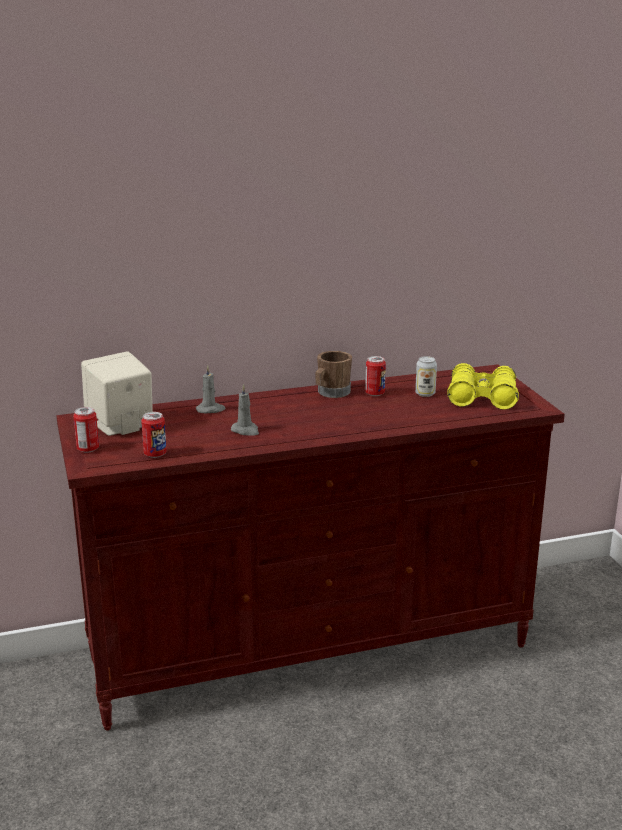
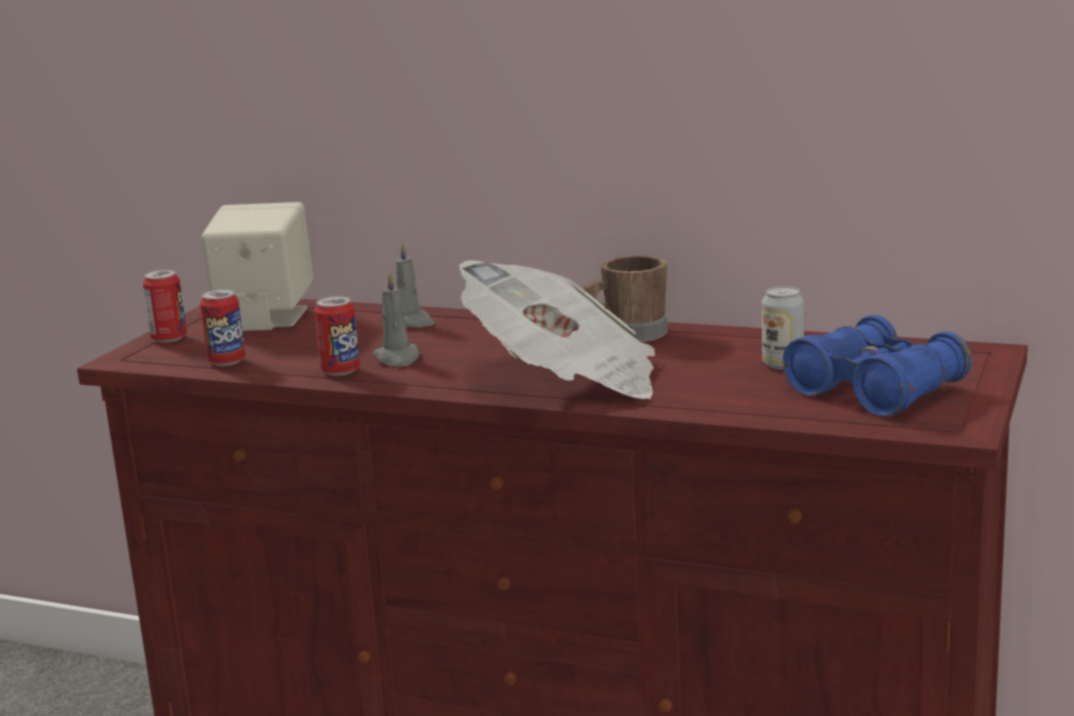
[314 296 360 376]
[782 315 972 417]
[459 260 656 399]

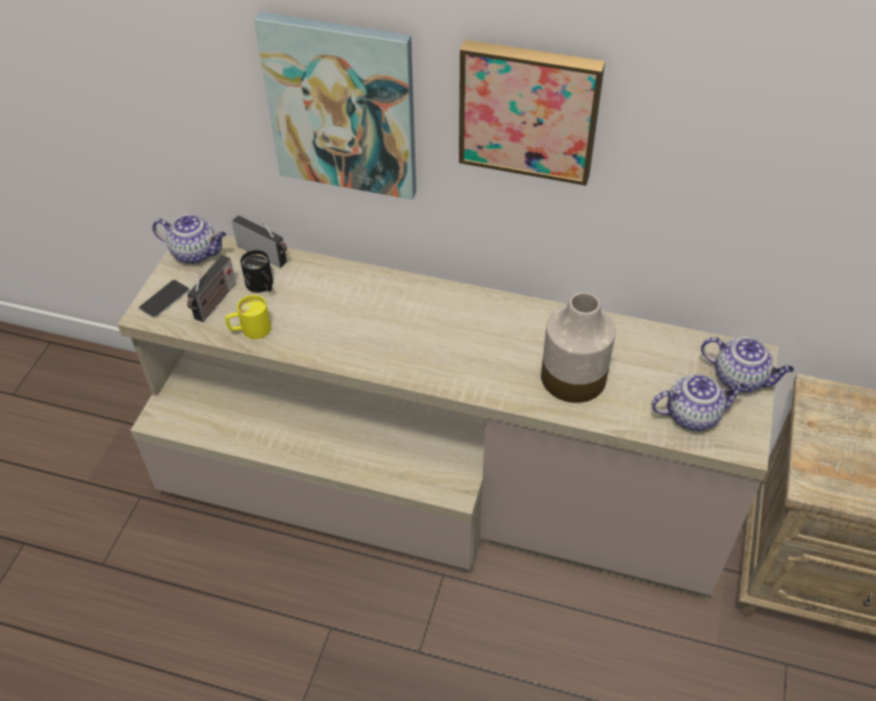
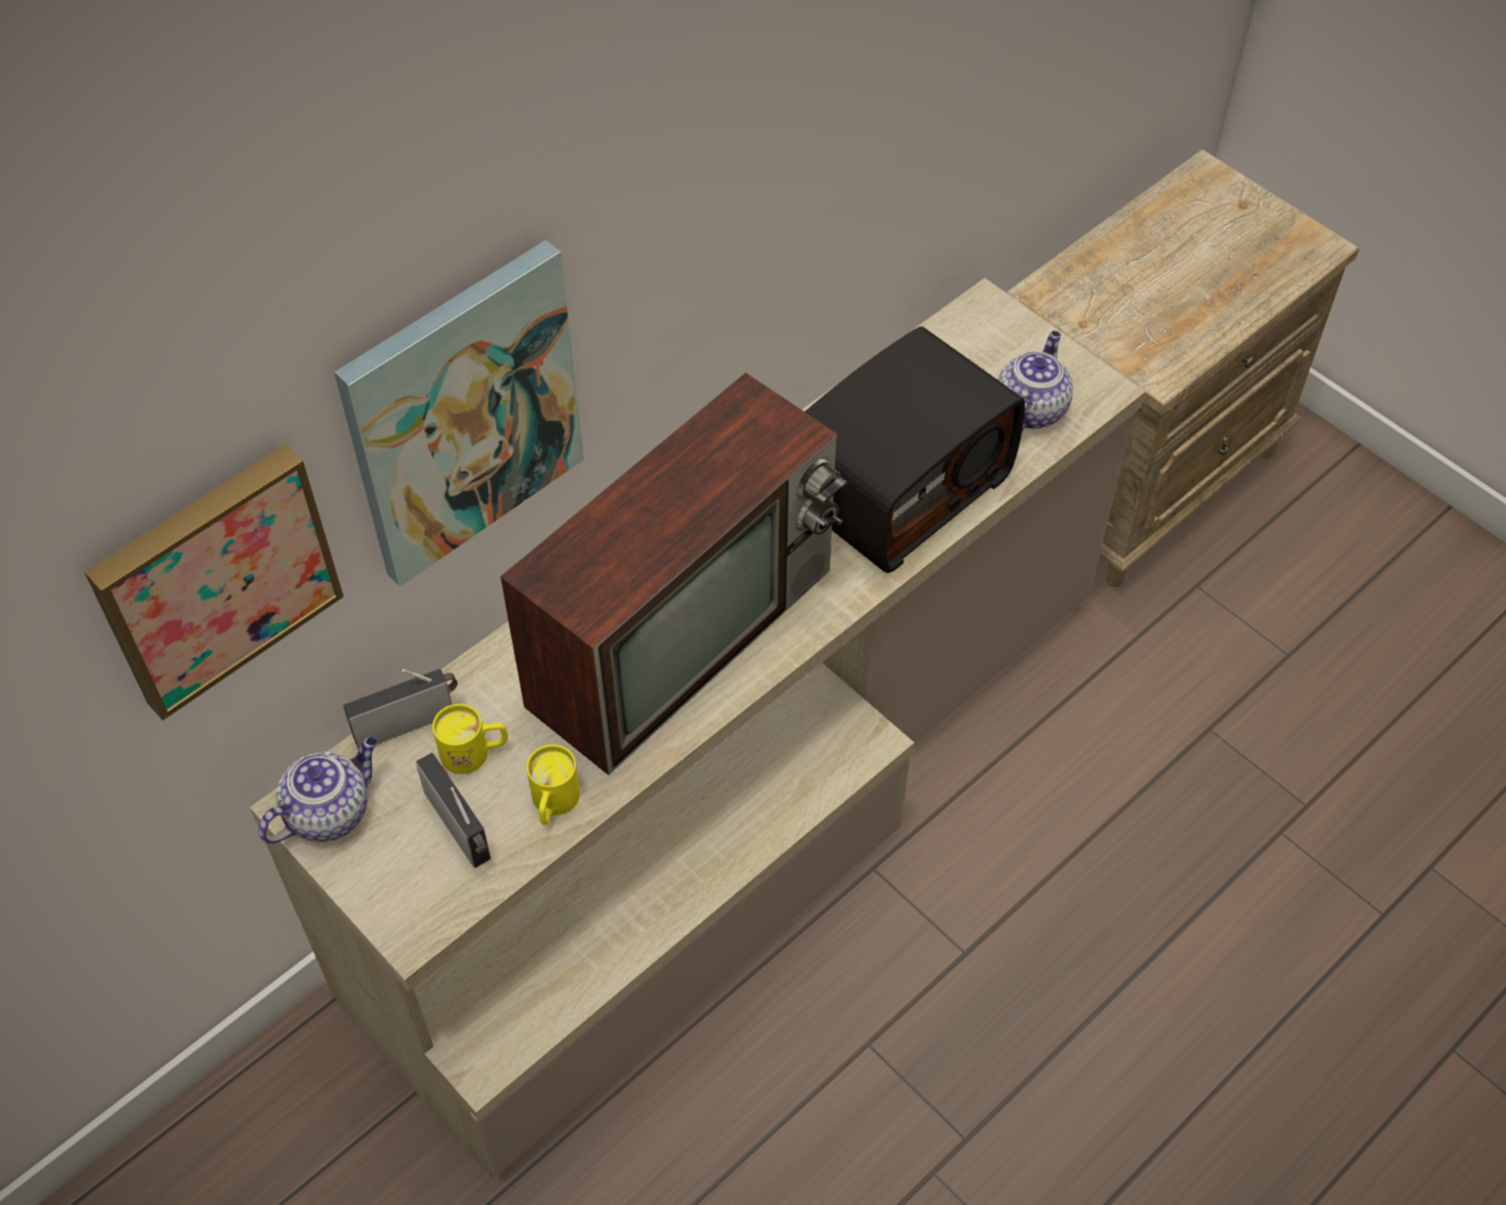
[84 444 344 720]
[432 704 508 774]
[139 280 190 318] (first image)
[805 326 1025 573]
[701 337 794 393] (first image)
[500 373 847 775]

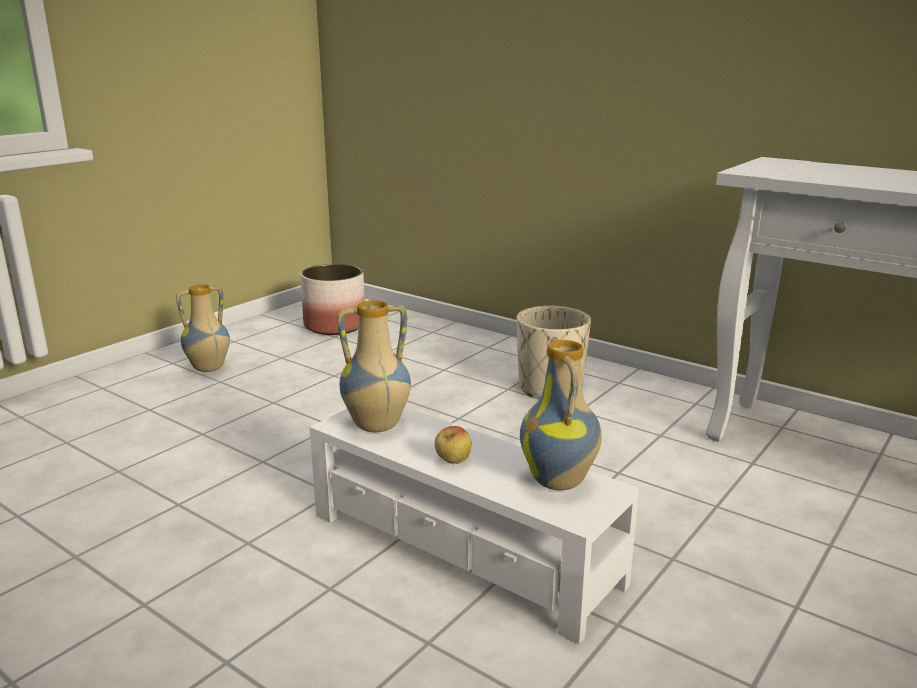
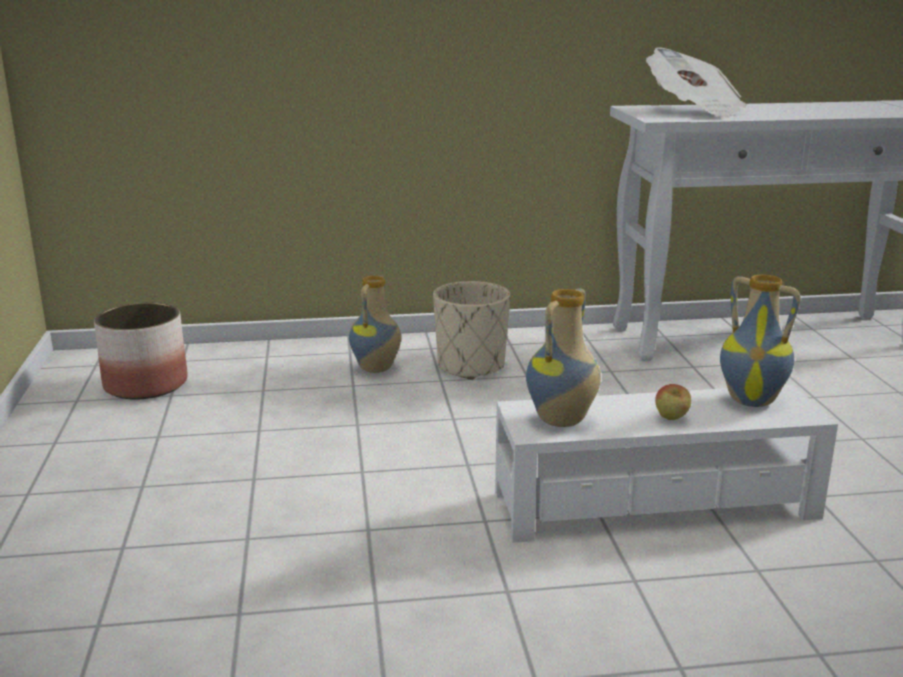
[349 275 401 373]
[646 47 747 118]

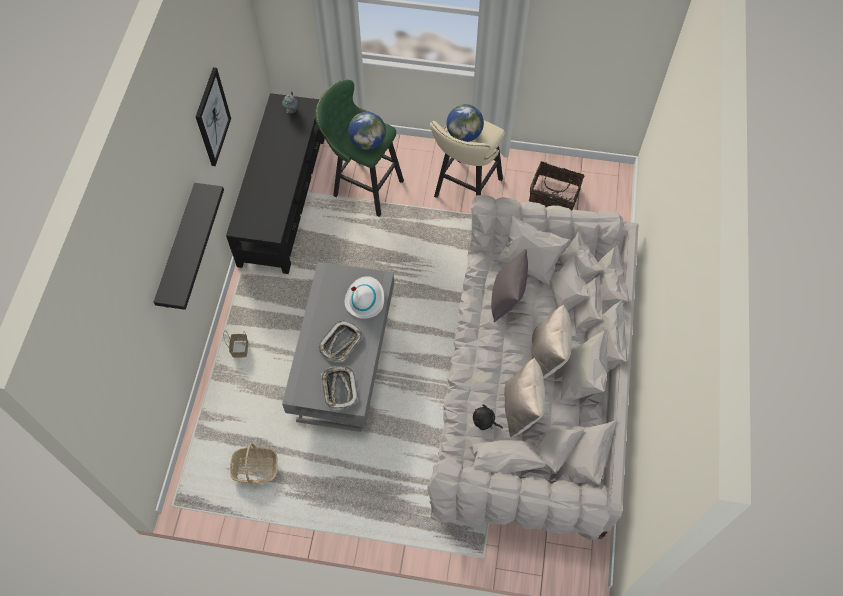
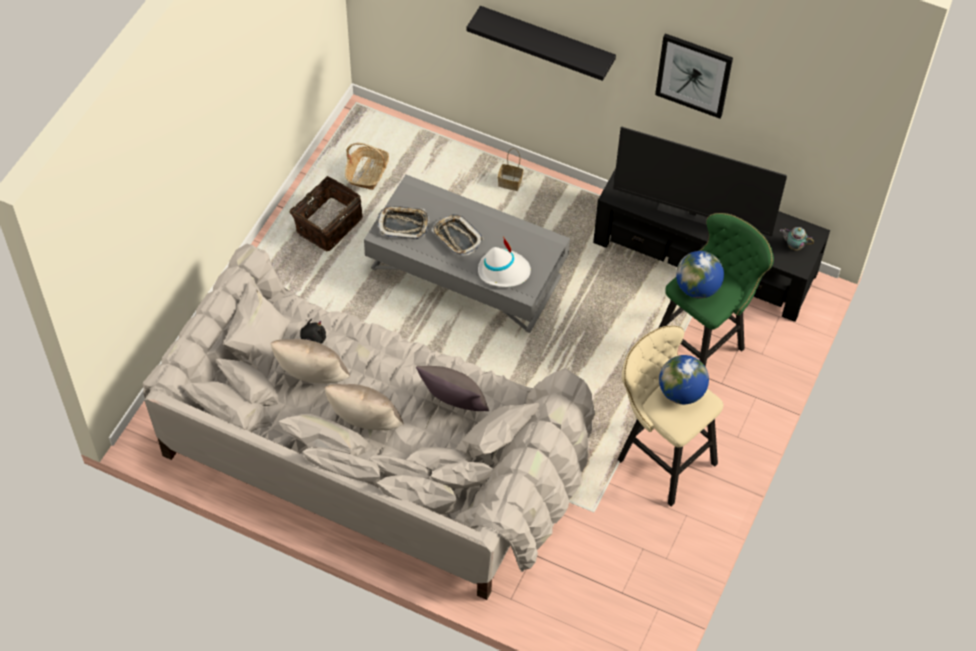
[284 176 363 251]
[613 127 787 236]

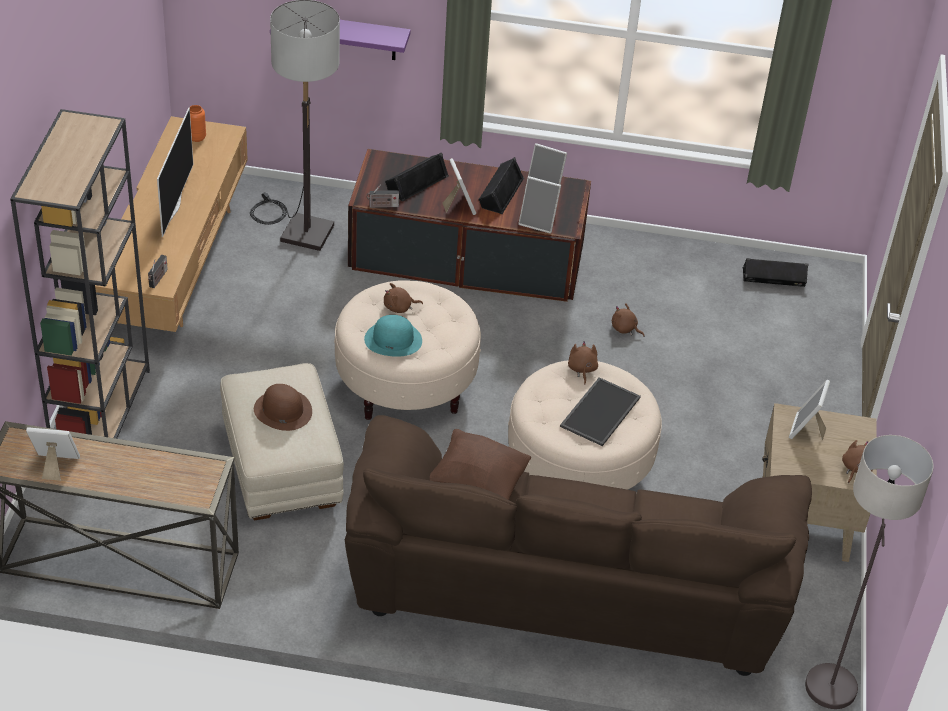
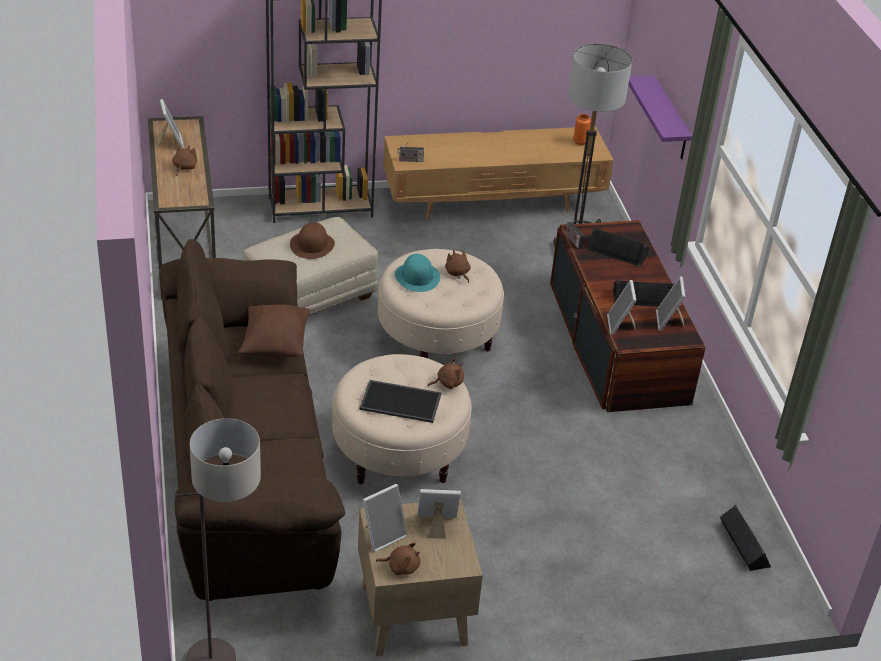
[157 107 193 237] (first image)
[363 484 407 552]
[172 145 197 176]

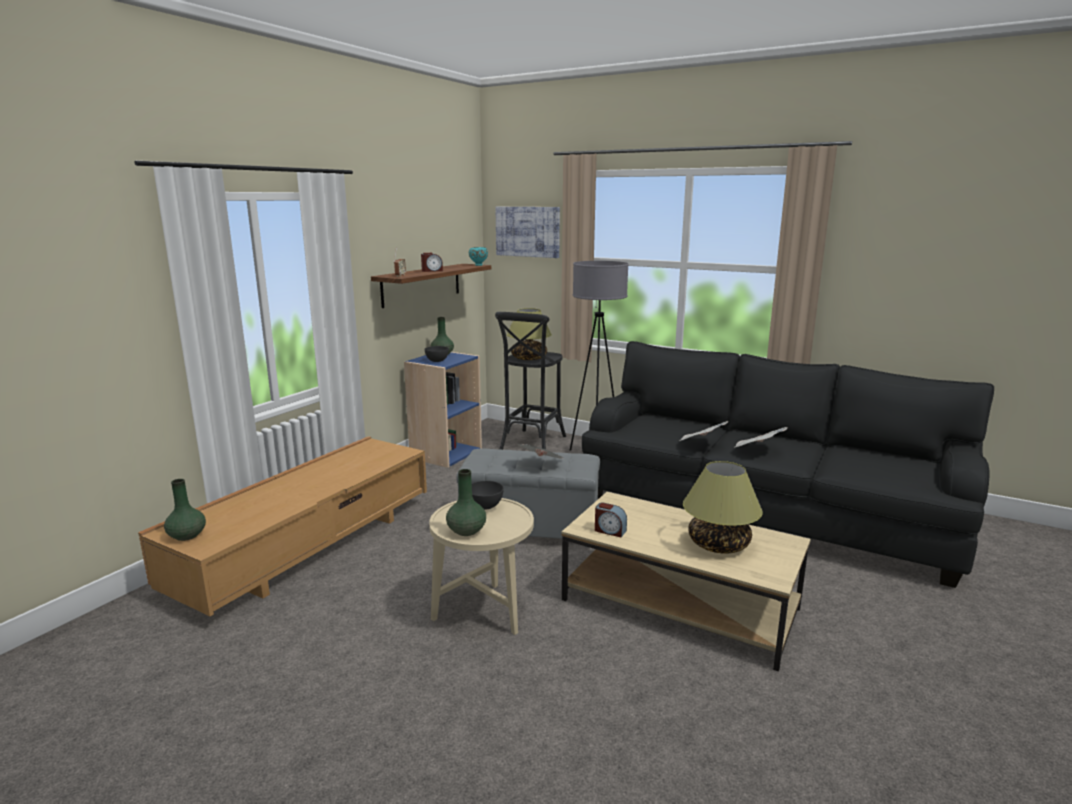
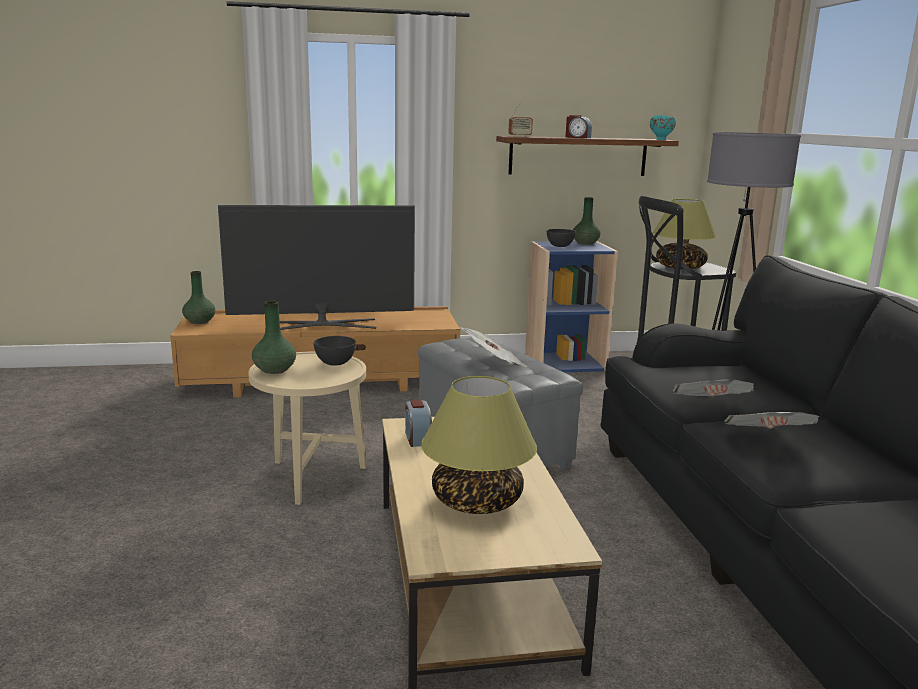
[496 207 560 258] (first image)
[218 205 415 330]

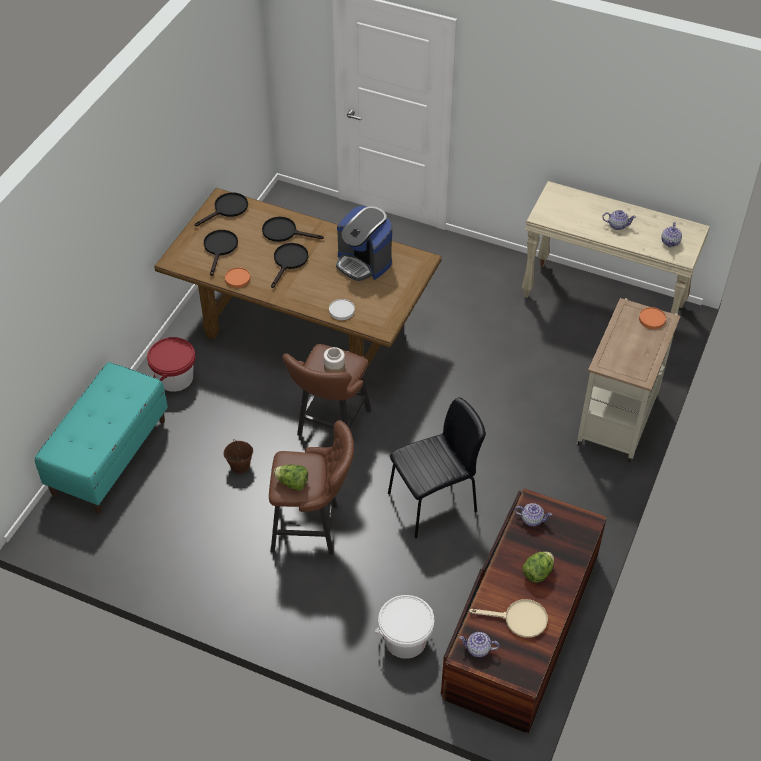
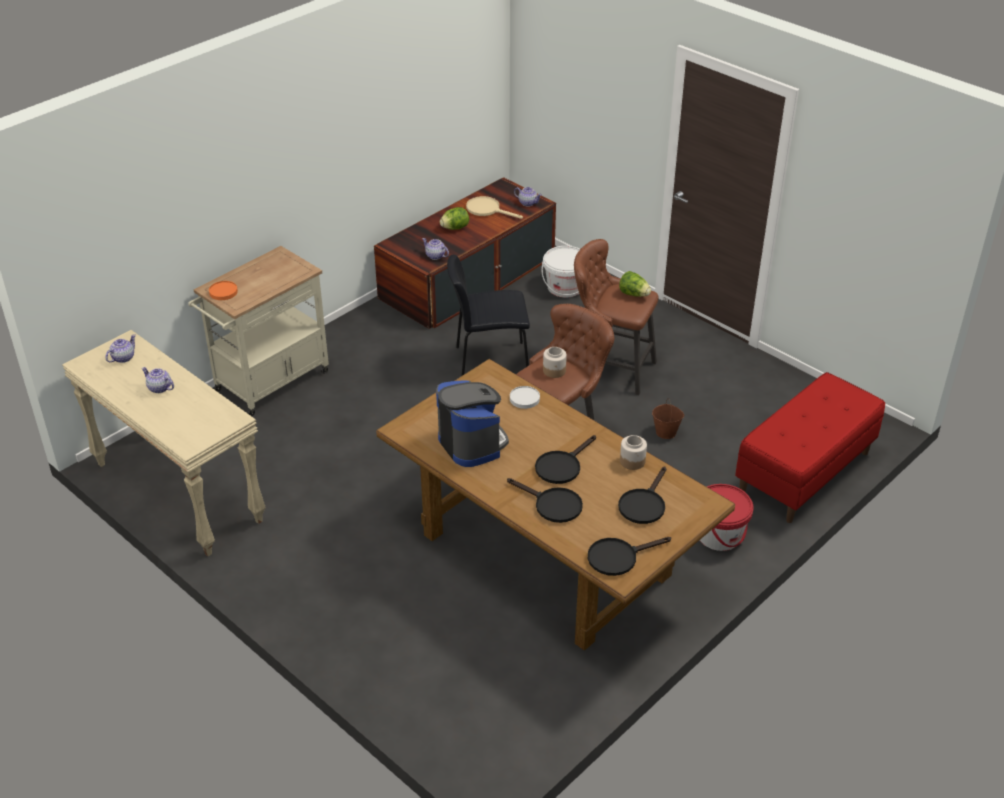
[620 435 647 470]
[735 372 885 523]

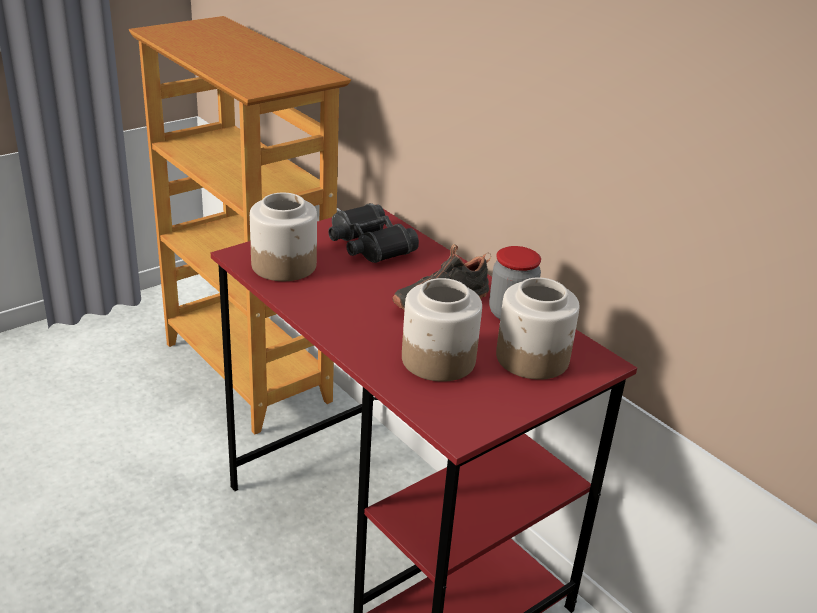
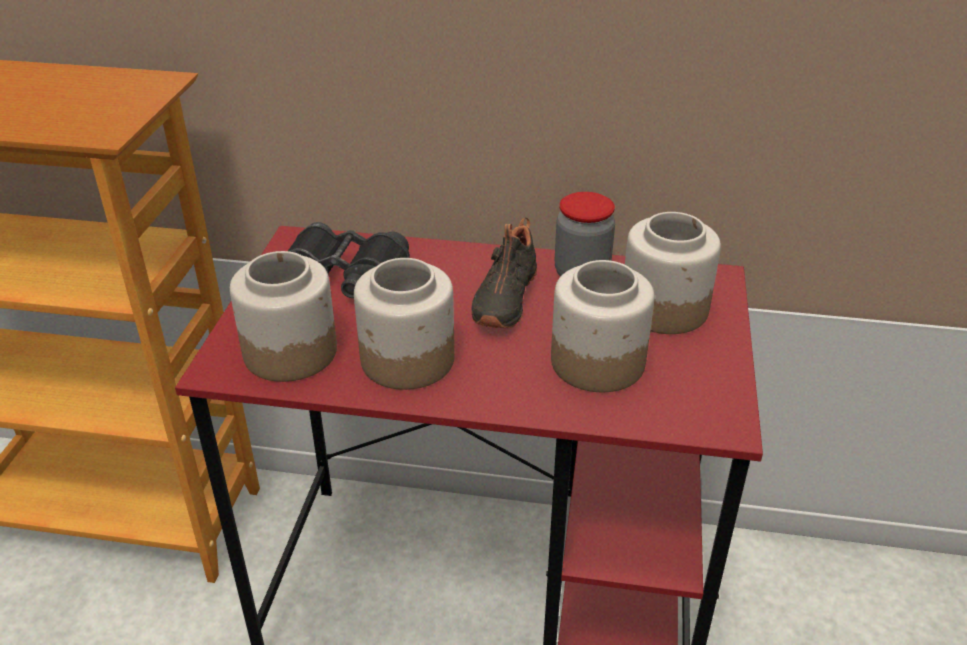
[354 258 455 390]

